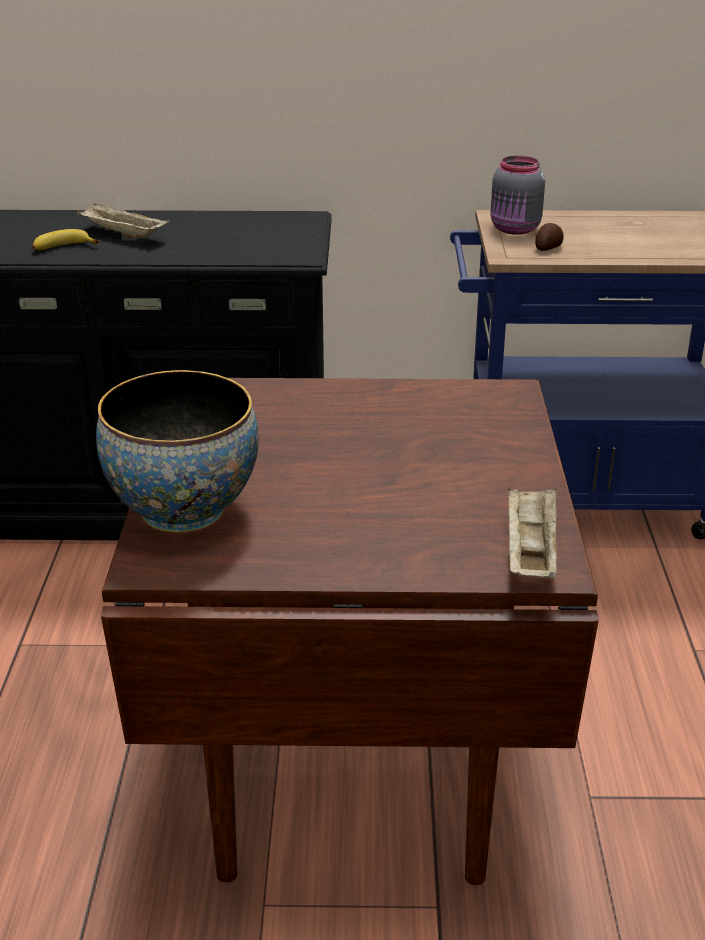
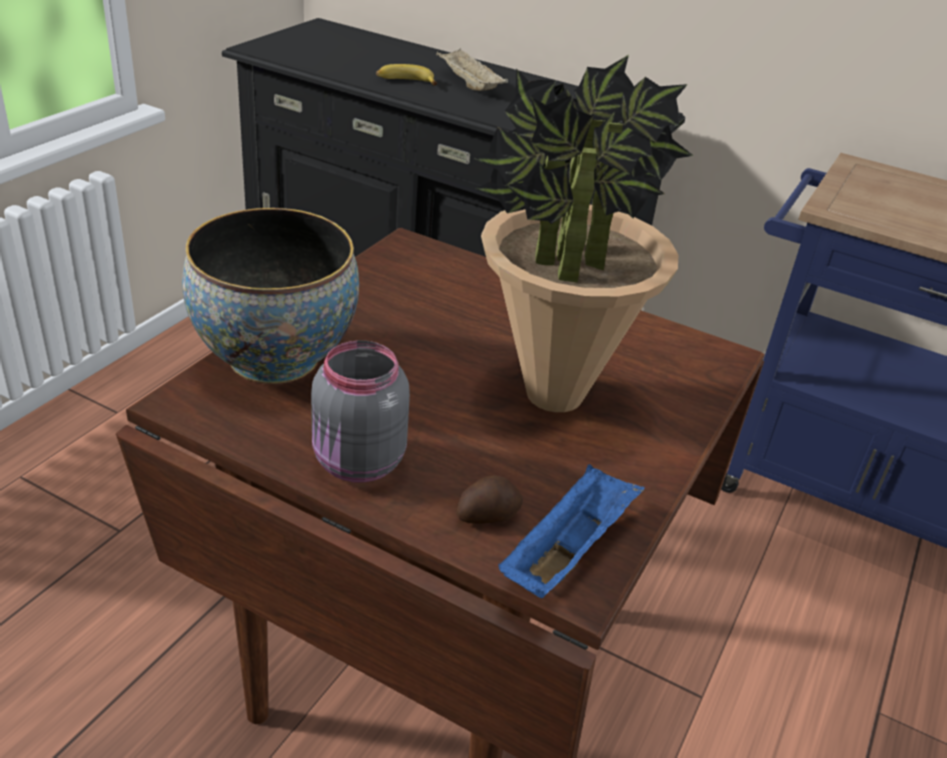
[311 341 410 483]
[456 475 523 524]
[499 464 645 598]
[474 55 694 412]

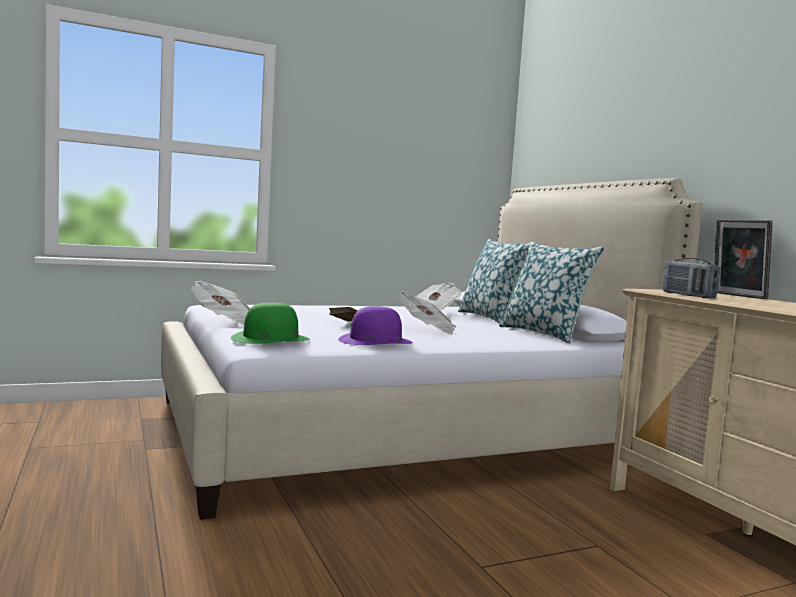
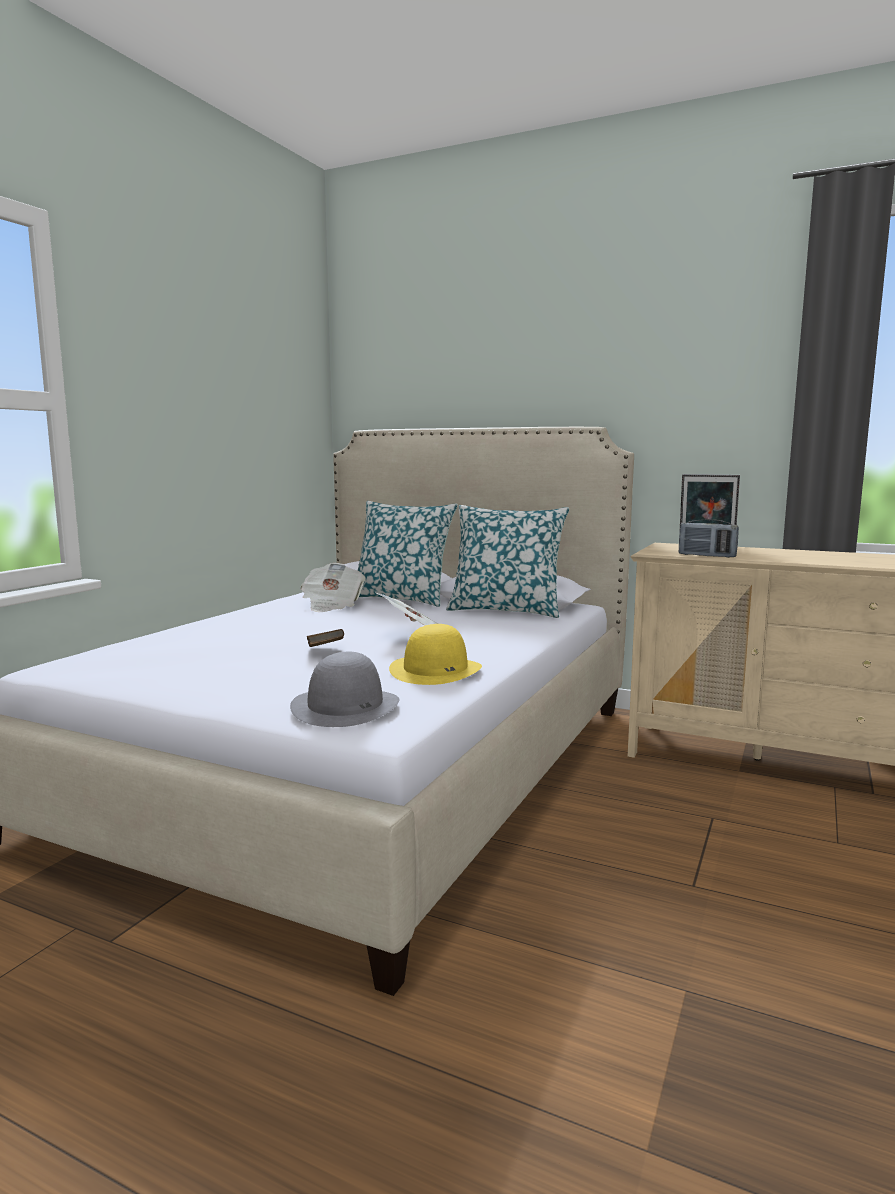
[191 281 250 325] (first image)
[290 652 399 727]
[389 624 482 685]

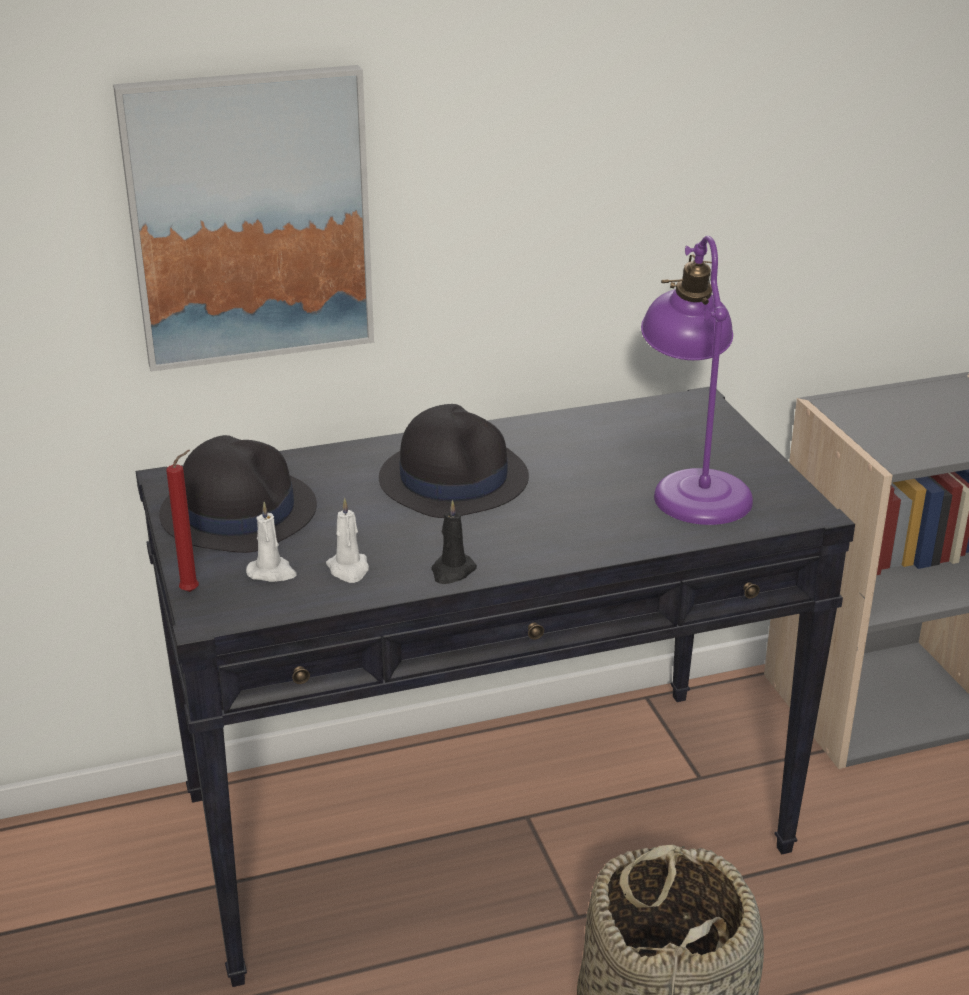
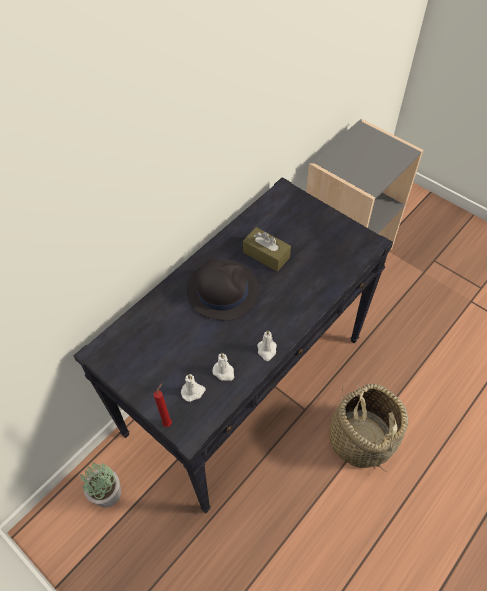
[113 65 374 372] (first image)
[641 236 753 525] (first image)
[159 435 317 553] (first image)
[257 330 277 361]
[243 227 291 272]
[81 462 121 508]

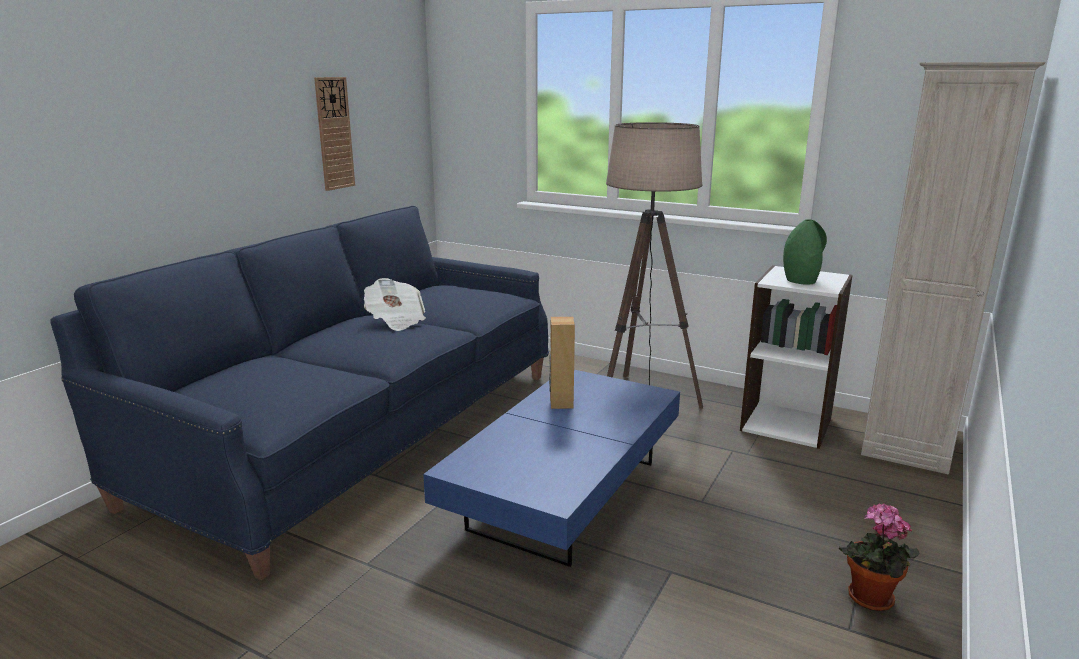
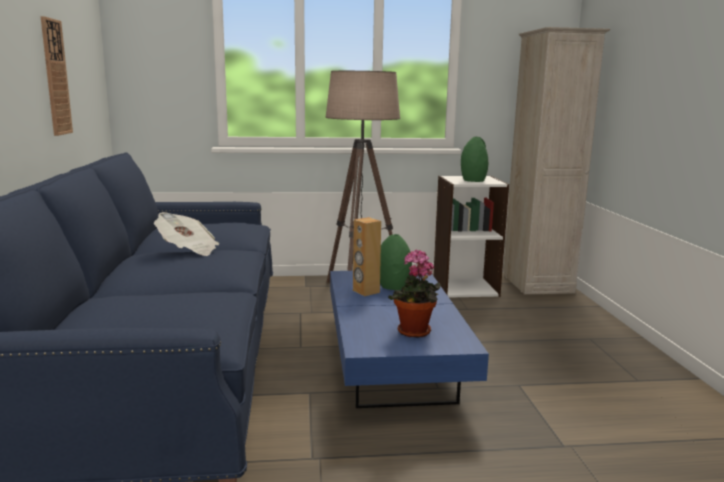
[388 249 441 337]
[380 234 412 290]

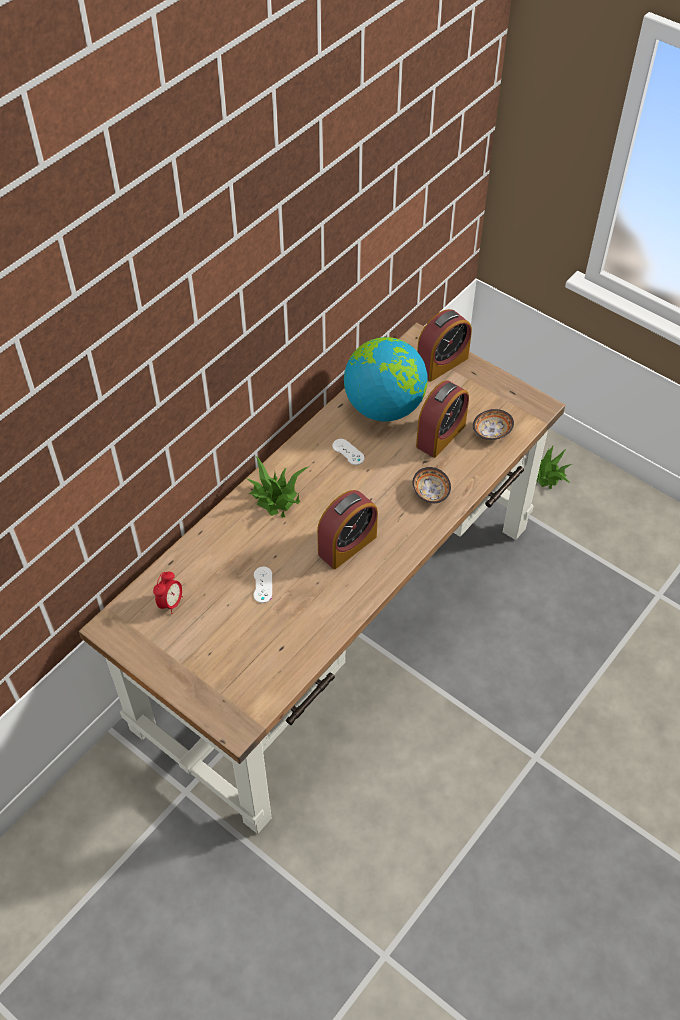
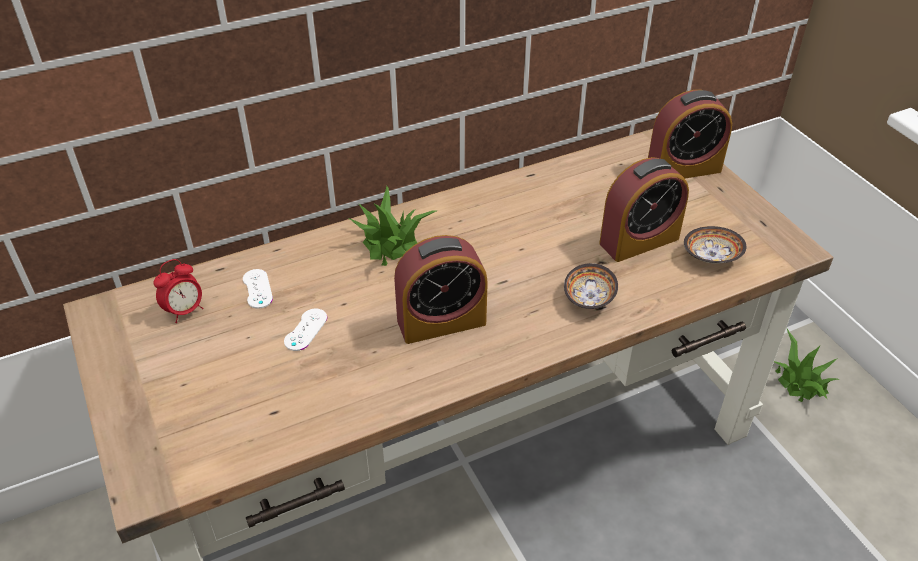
[344 337 428 422] (first image)
[243 269 273 309]

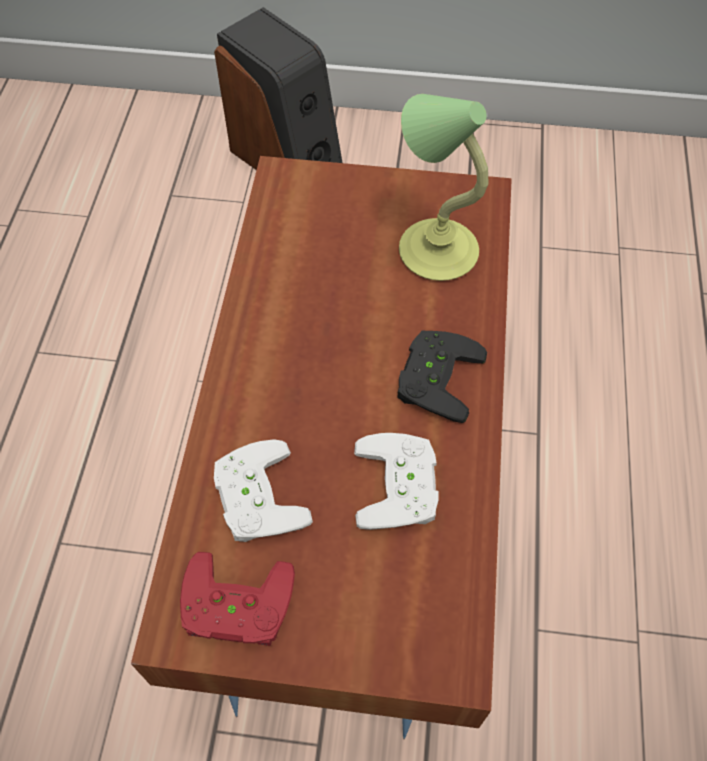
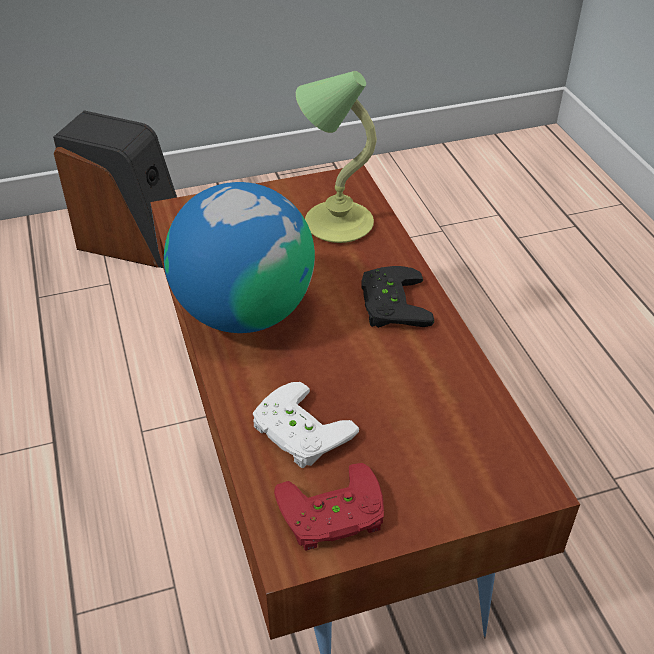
[354 433 439 530] (first image)
[164 182 315 333]

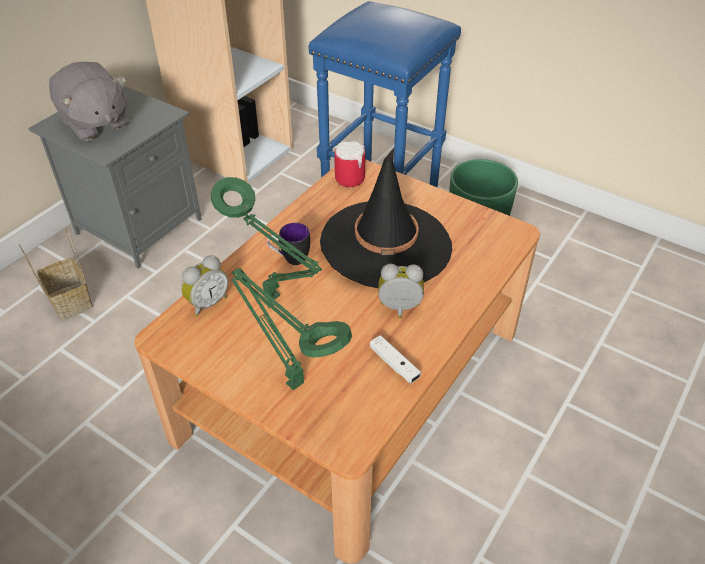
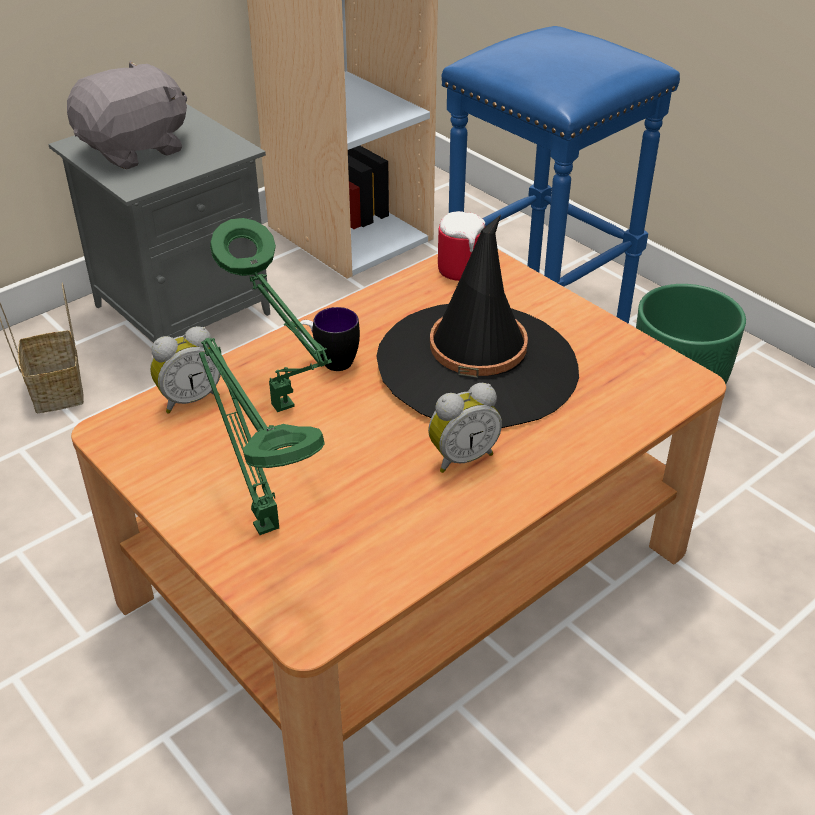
[67 61 187 169]
[428 383 502 473]
[370 335 421 383] (first image)

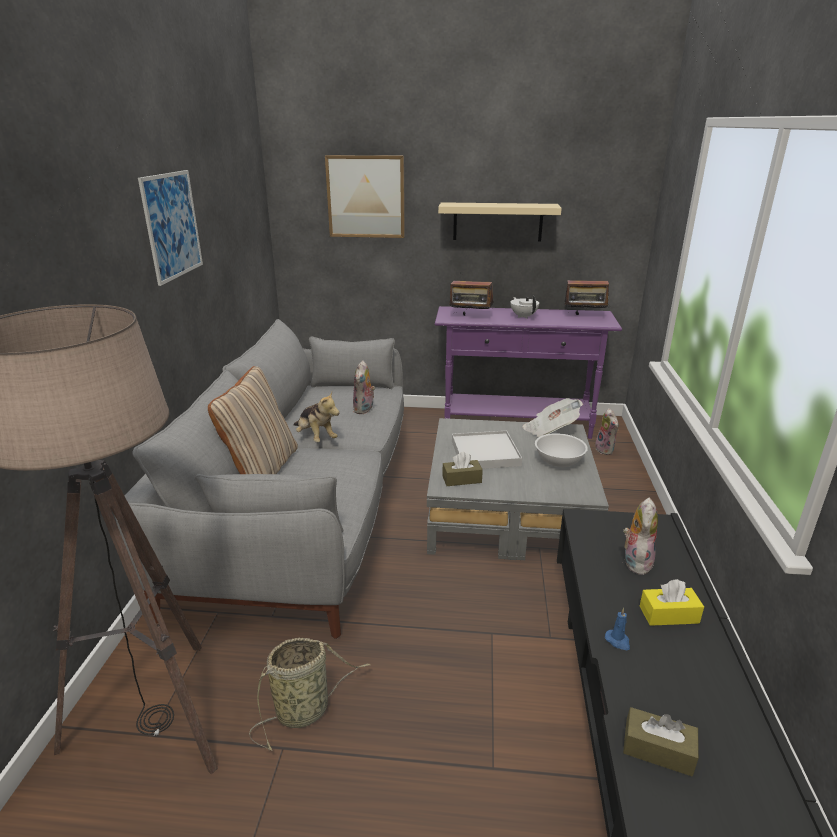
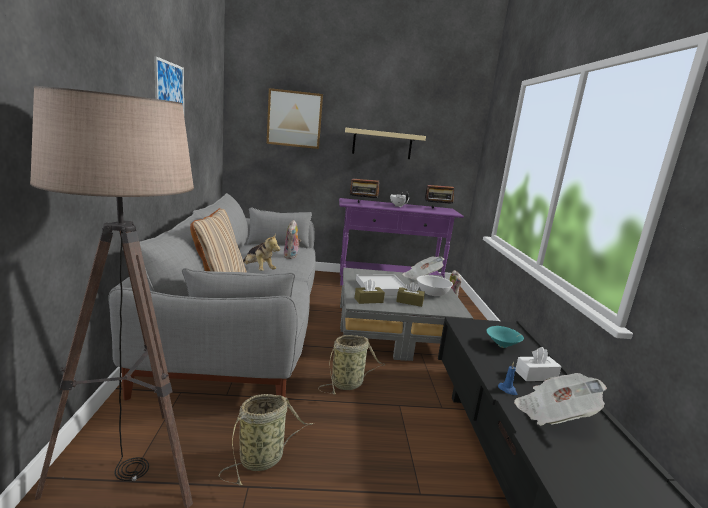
[486 326 524 348]
[515 347 562 381]
[396 282 425 307]
[318 335 386 394]
[514 373 607 426]

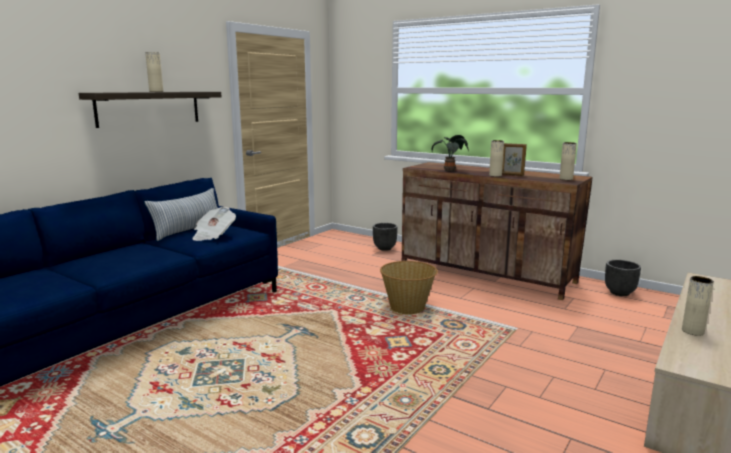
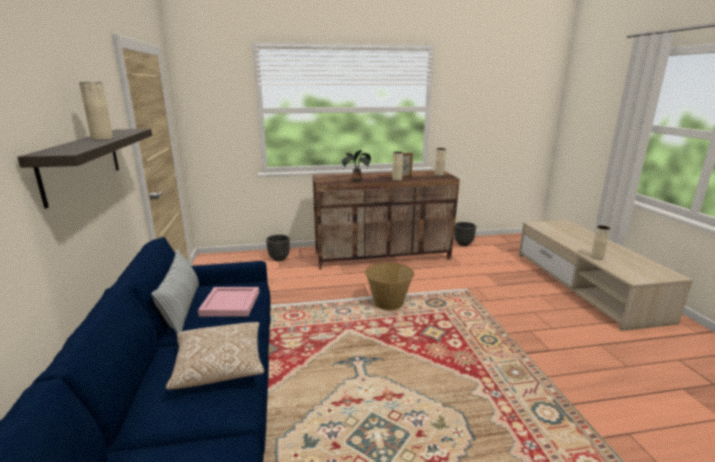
[198 287 259 316]
[166 322 264 389]

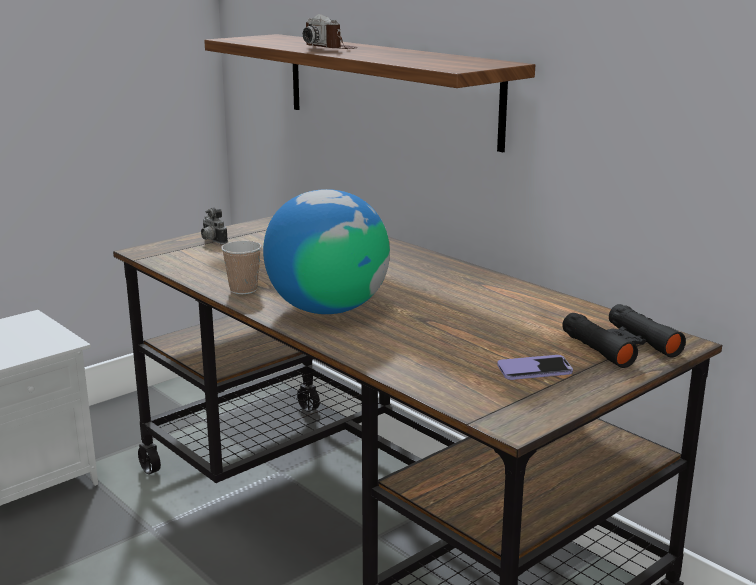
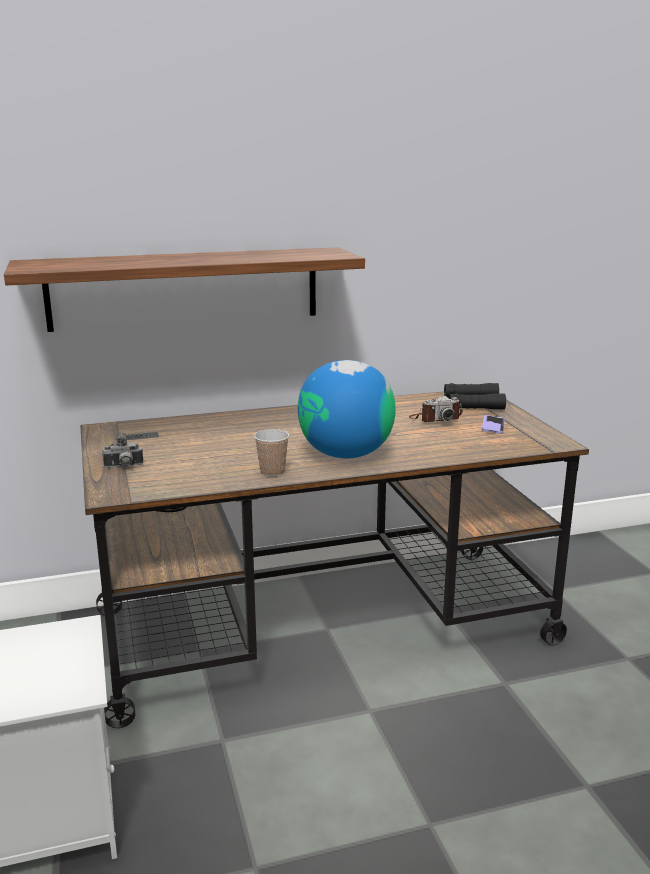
[409 396 463 422]

